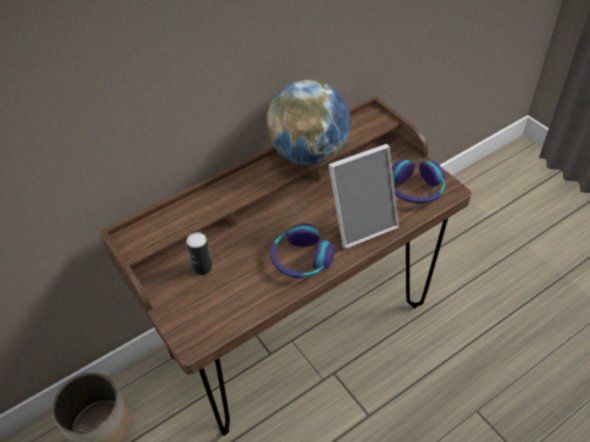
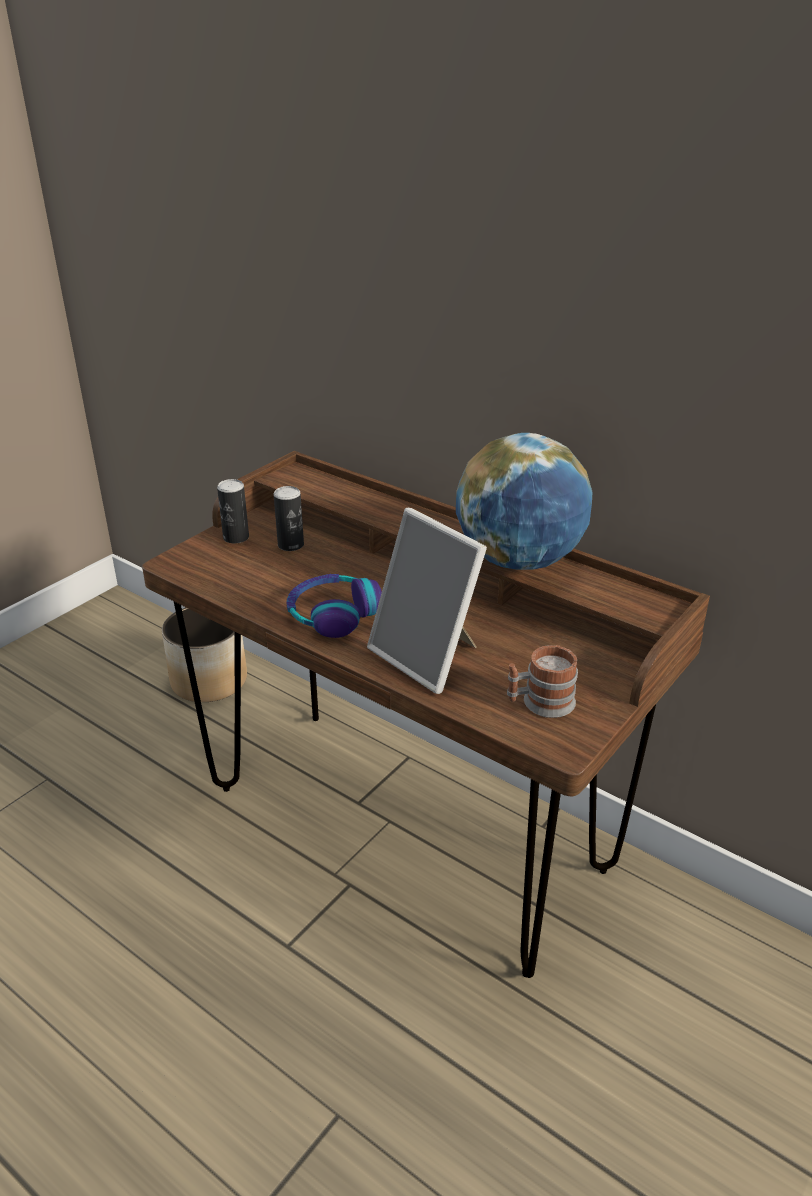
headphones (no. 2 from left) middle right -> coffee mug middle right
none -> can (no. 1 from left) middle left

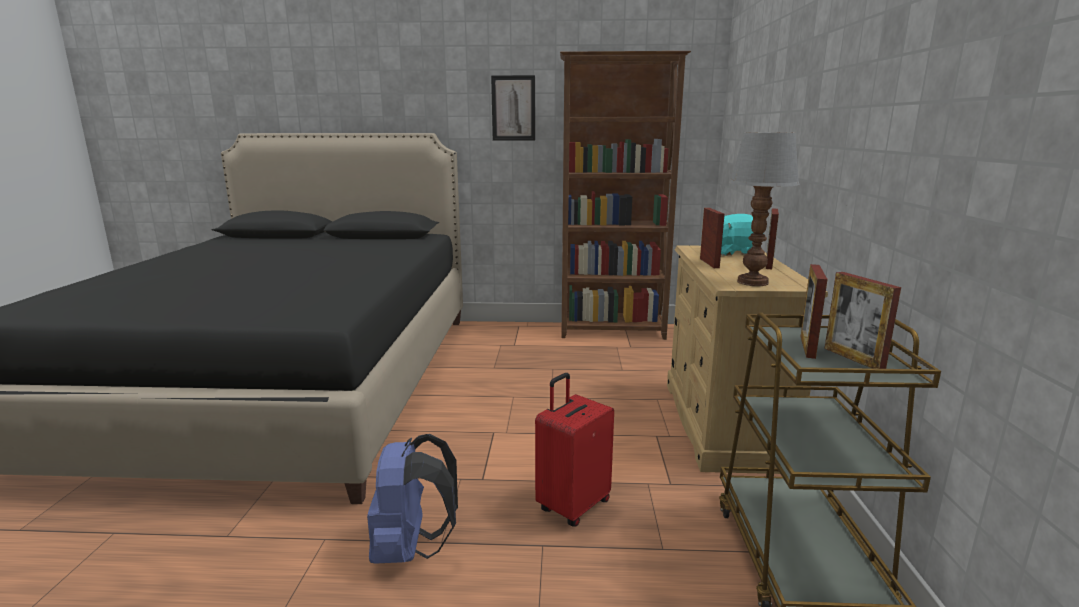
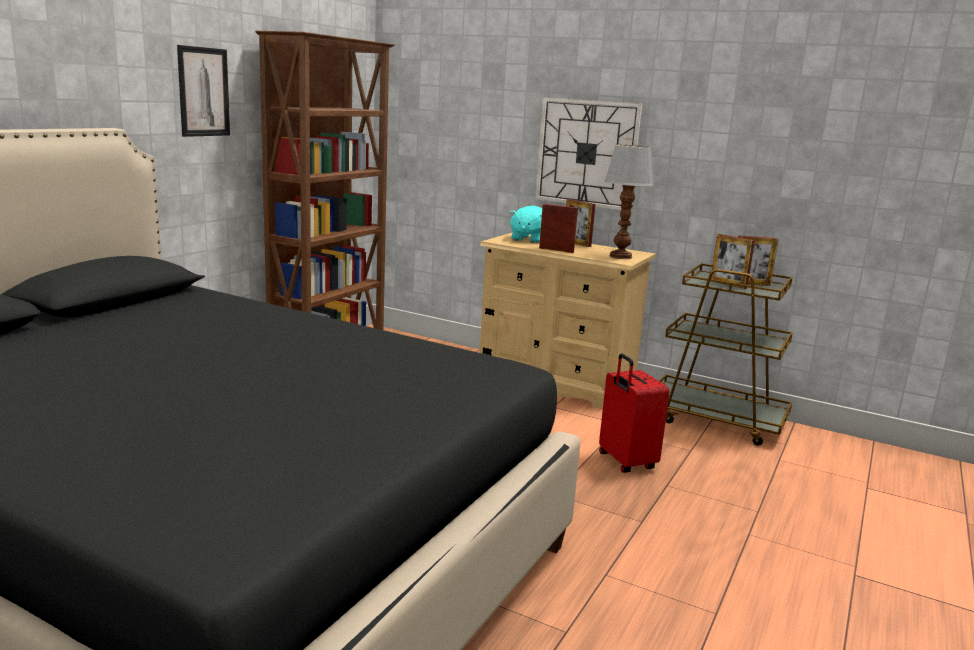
bluish knapsack bottom centre -> none
none -> hanging clock top centre

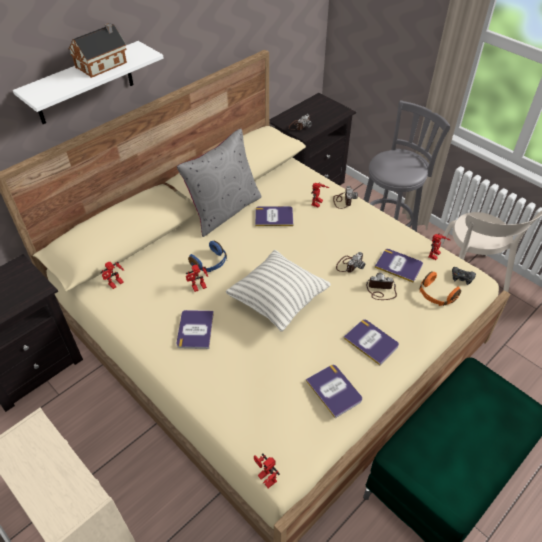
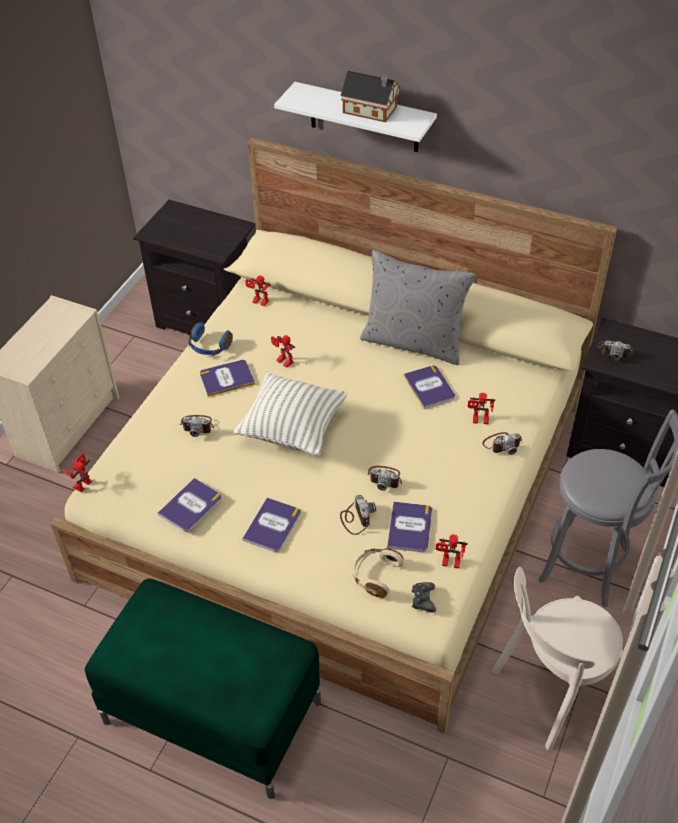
bluish headphones centre -> bluish headphones middle left, relocated
orange headphones middle right -> beige-coloured headphones bottom centre
none -> still camera (no. 1 from left) middle left

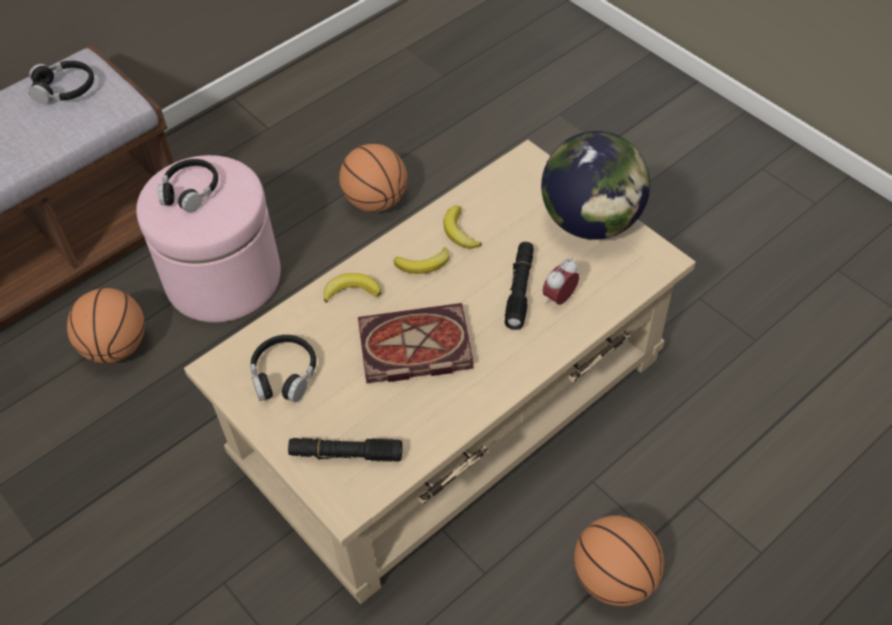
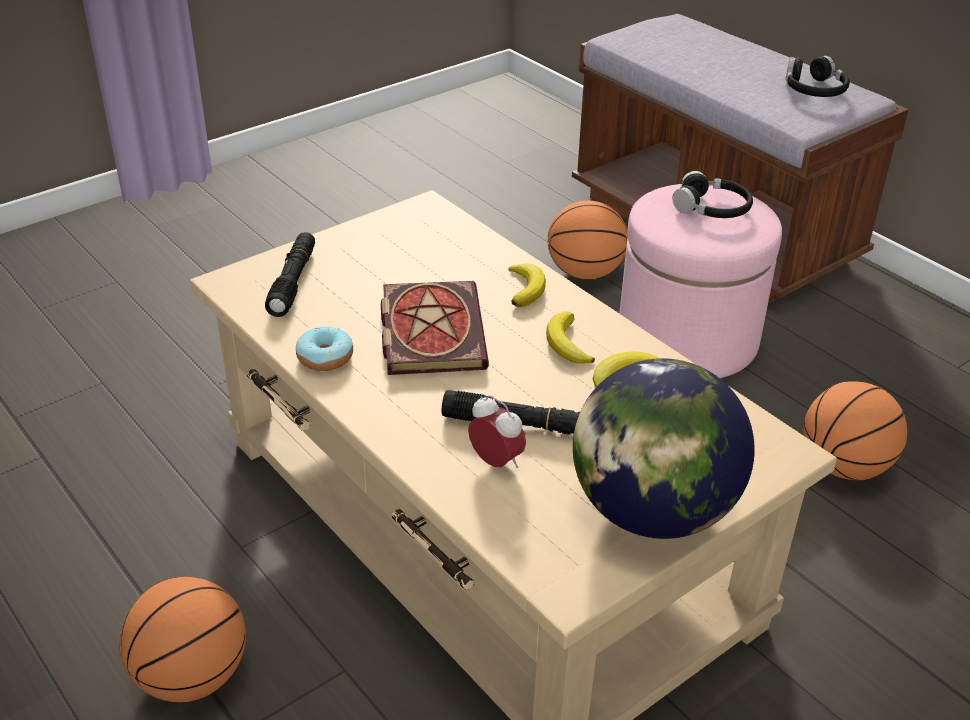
blackish headphones (no. 3 from left) middle left -> none
none -> donut centre

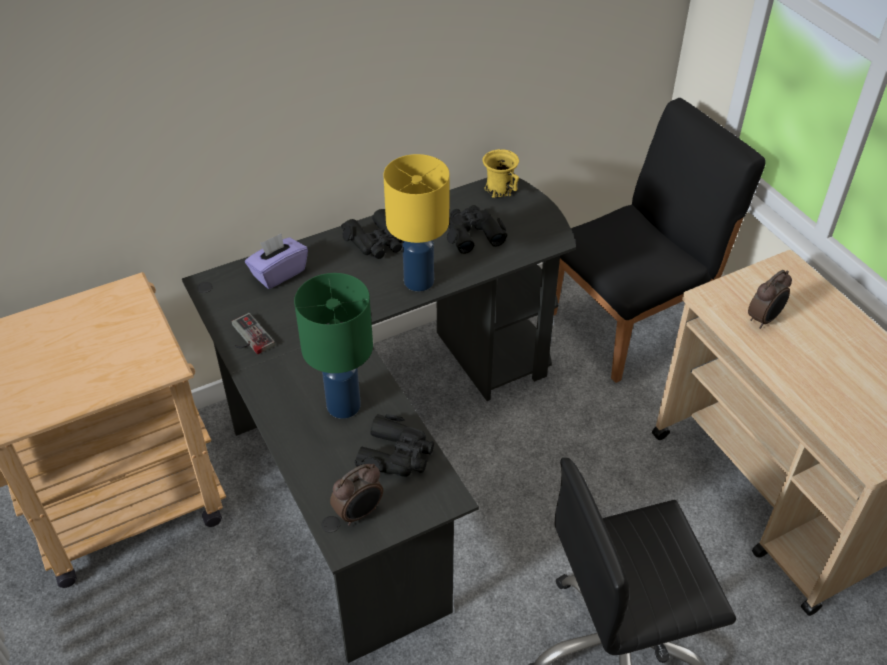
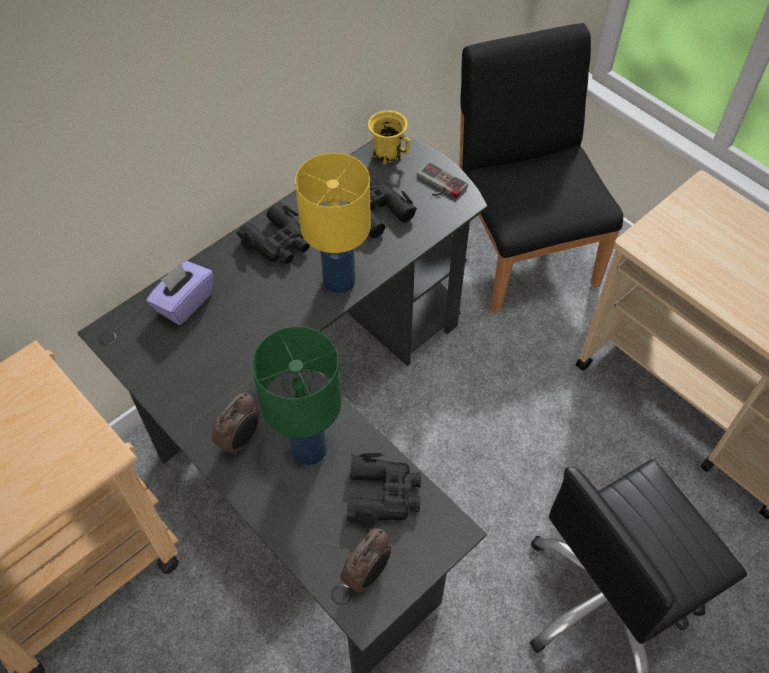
blackish chair middle right -> blackish chair top right, 60 degrees counterclockwise
table clock (no. 2 from left in the first image) middle right -> table clock (no. 1 from left) middle left, relocated
game controller middle left -> game controller top centre, relocated

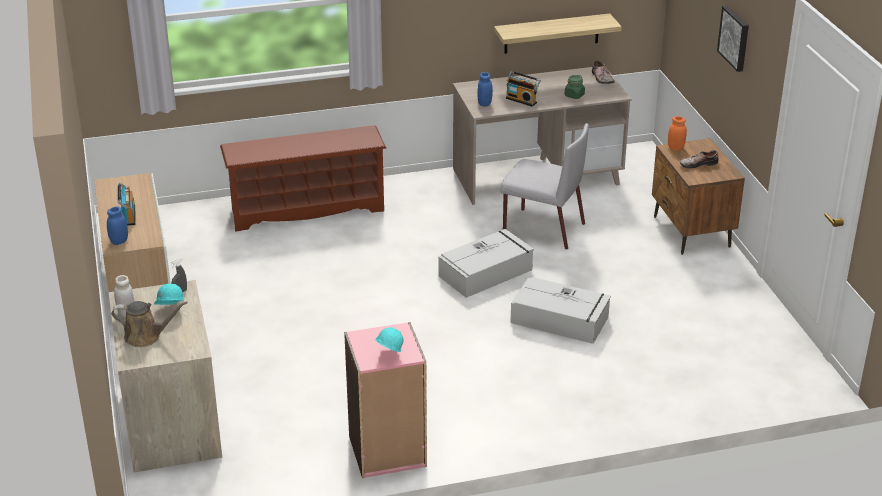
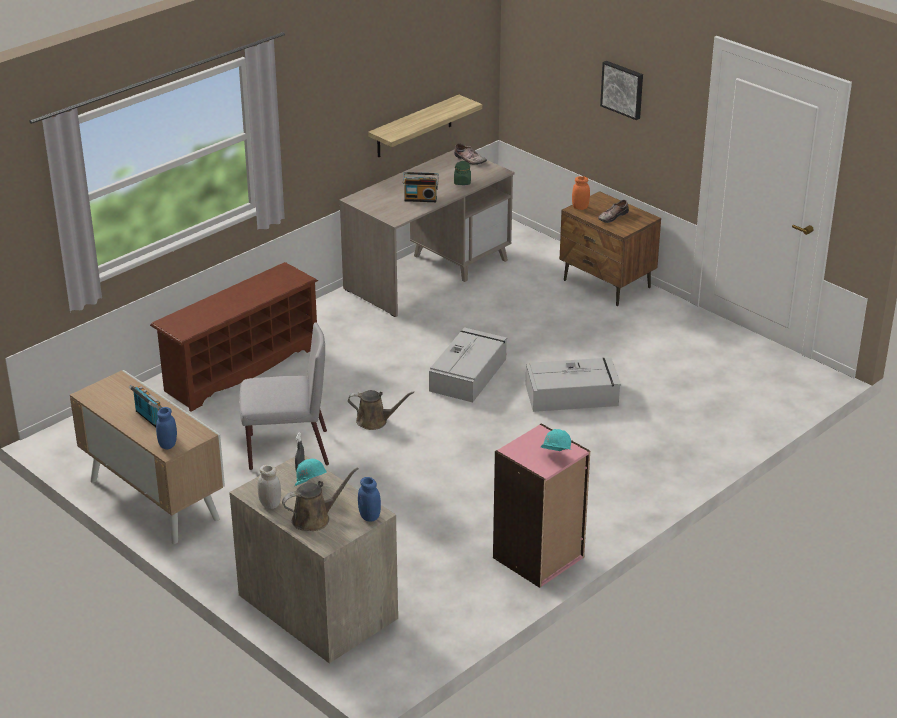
bluish storage jar (no. 2 from left) top centre -> bluish storage jar (no. 2 from left) bottom centre, relocated
grey chair centre -> grey chair middle left, relocated
none -> brown-coloured watering pot (no. 2 from left) centre

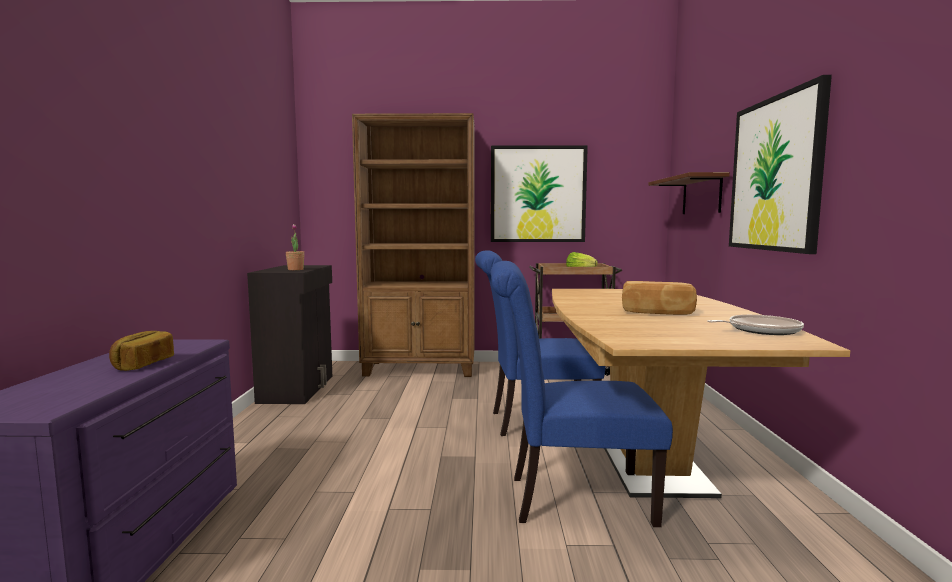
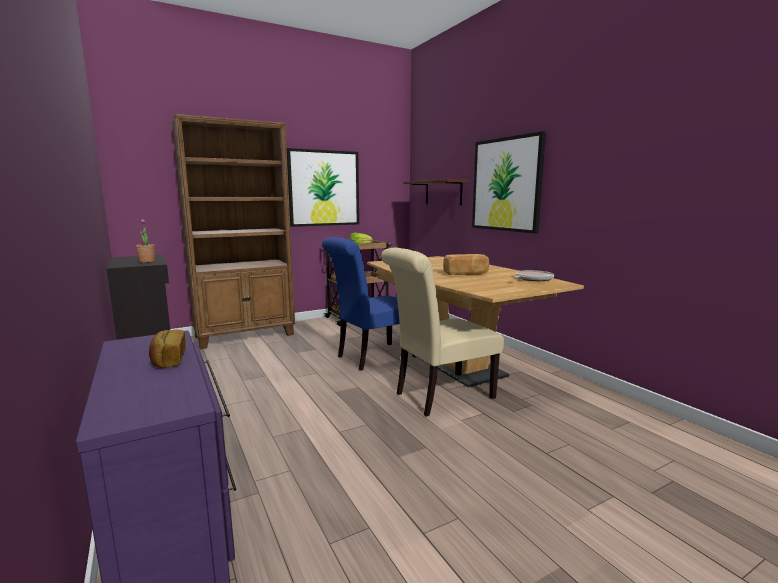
bluish chair (no. 2 from left) bottom centre -> beige-coloured chair centre

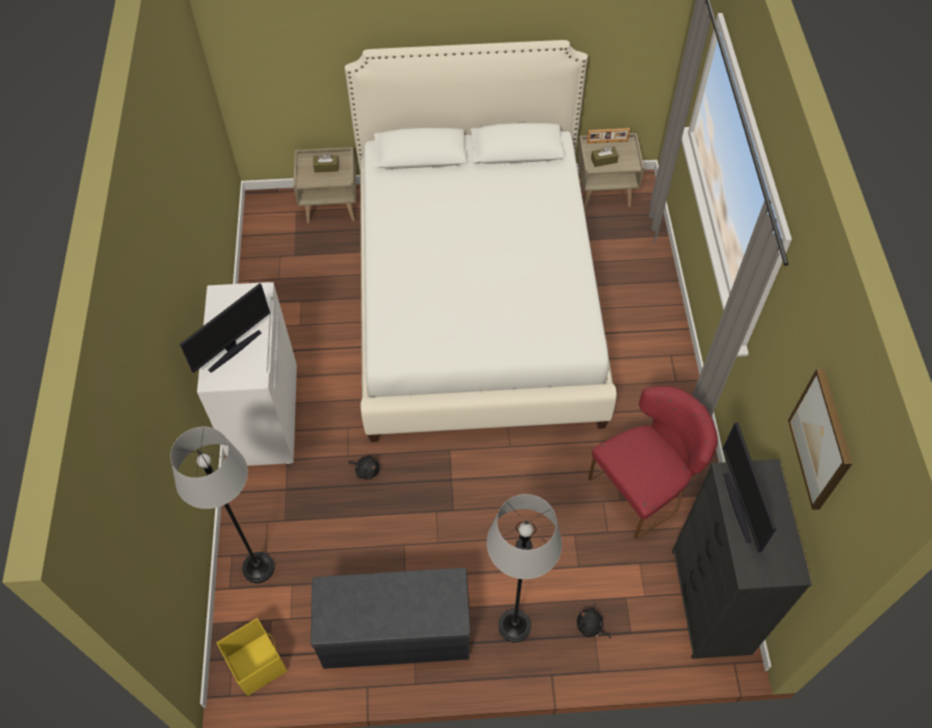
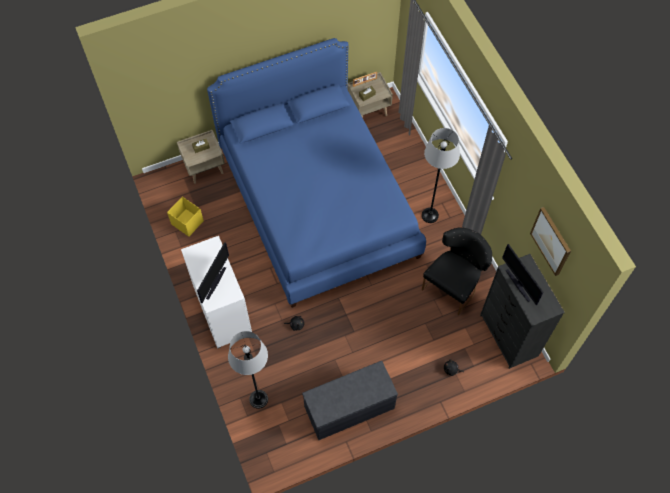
white bedroom bed top centre -> bluish bedroom bed centre
reddish chair middle right -> blackish chair middle right
grey floor lamp (no. 2 from left) bottom centre -> grey floor lamp (no. 2 from left) centre, relocated
yellowish storage bin bottom left -> yellowish storage bin middle left, relocated

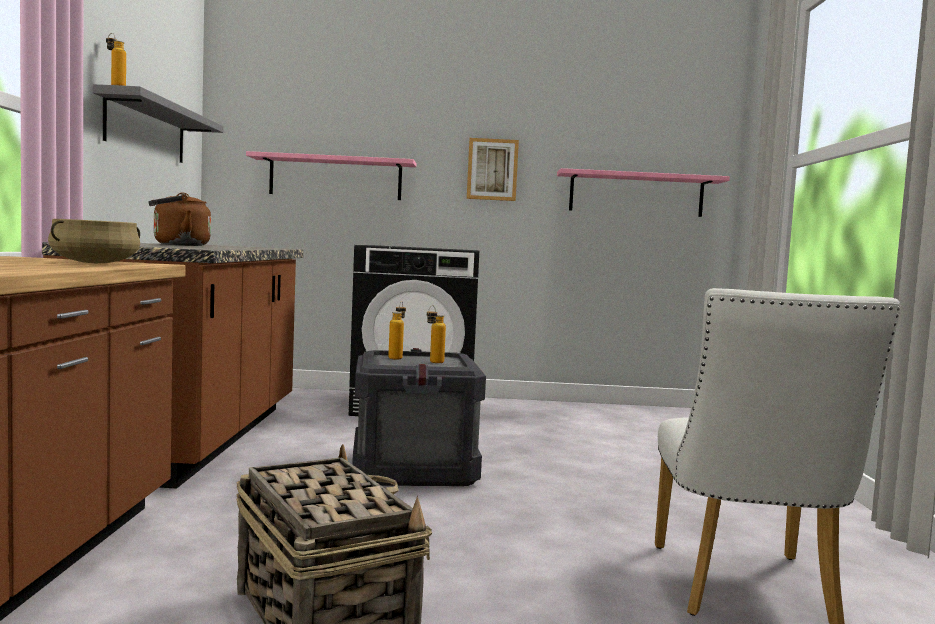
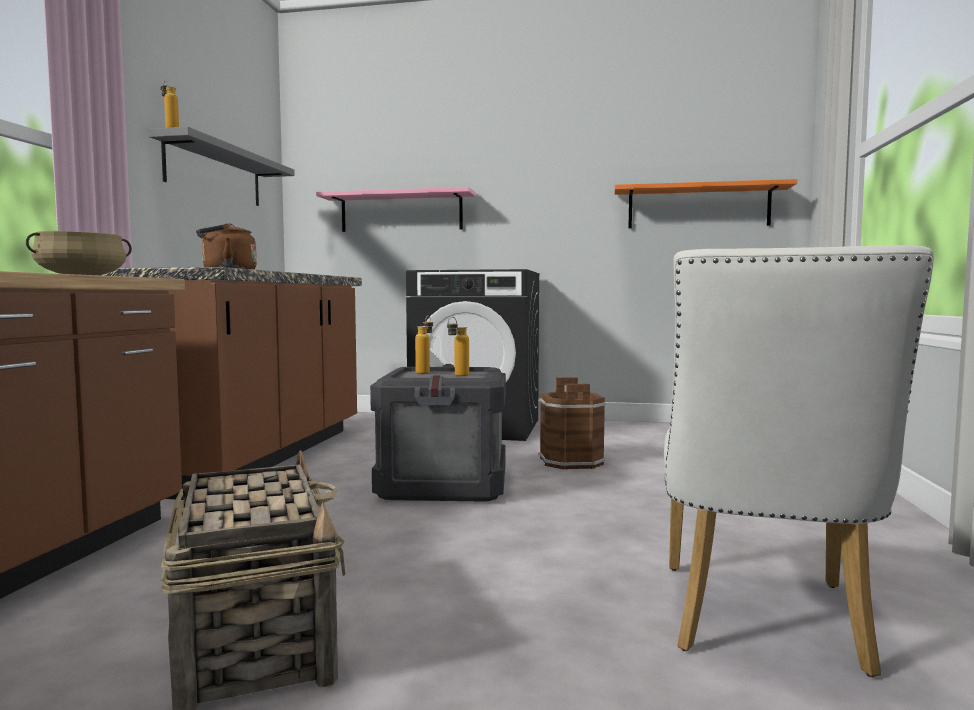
wall picture top centre -> none
pinkish bracket shelf (no. 2 from left) top right -> orange bracket shelf top right
none -> brown-coloured water bucket centre

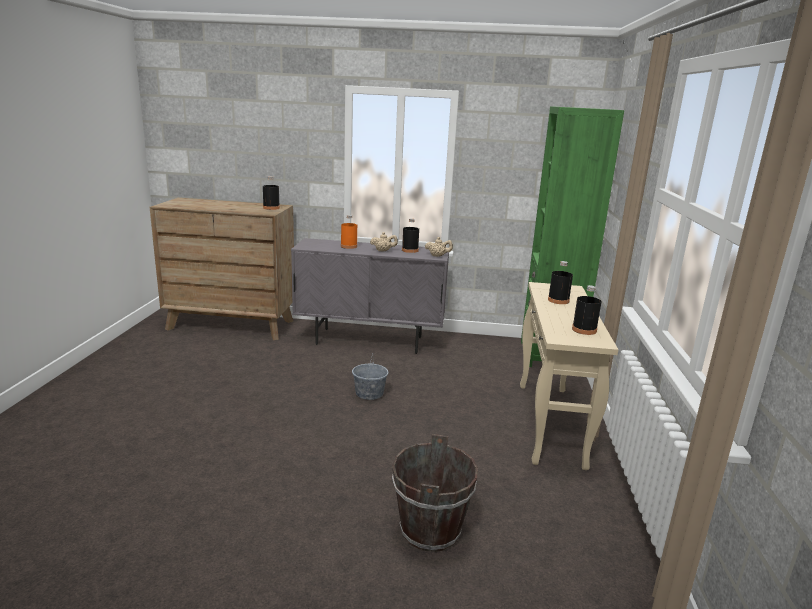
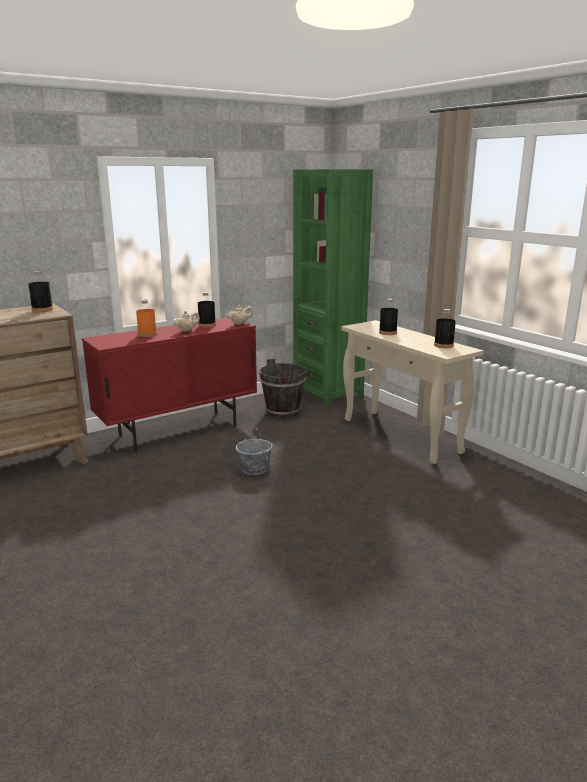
grey cupboard centre -> reddish cupboard middle left
brown-coloured water bucket bottom centre -> brown-coloured water bucket centre, relocated

